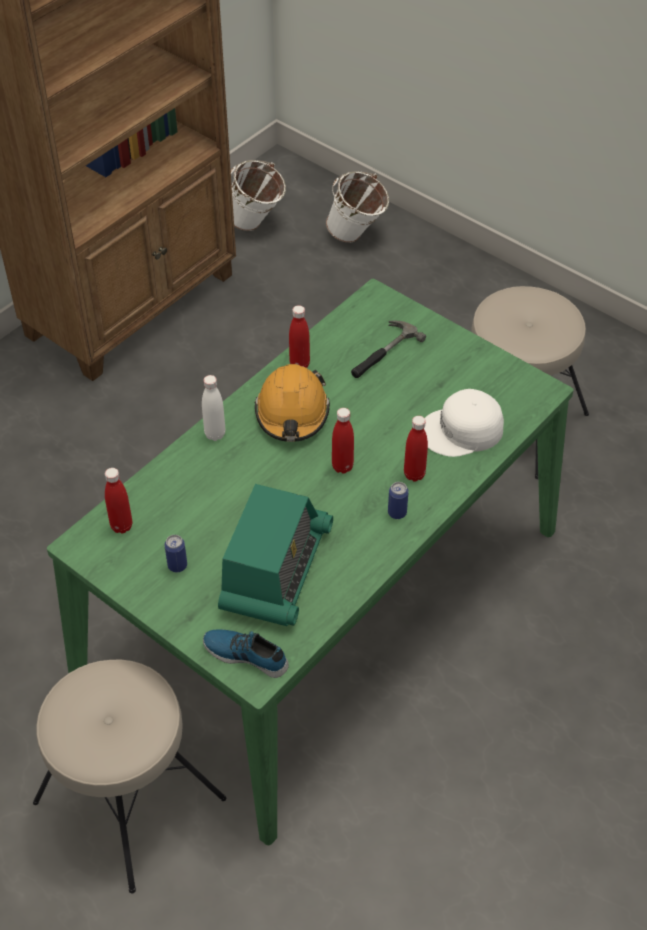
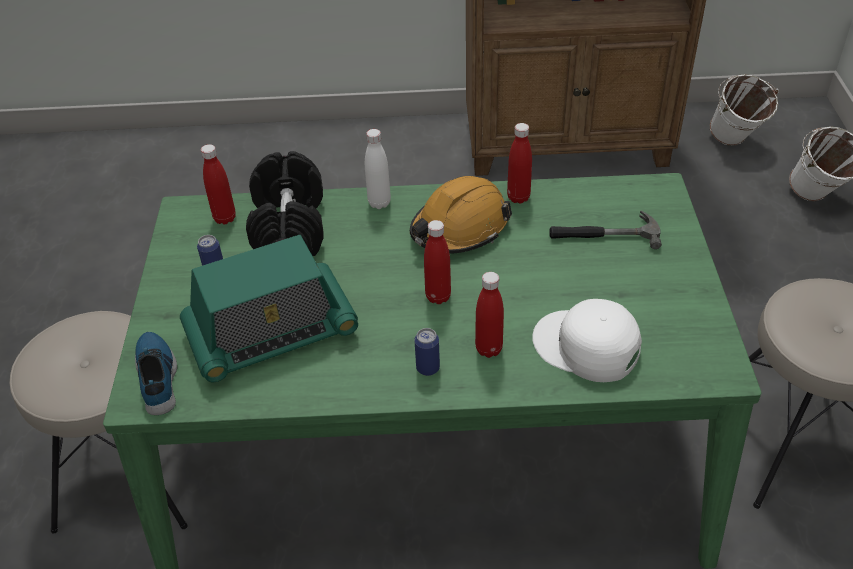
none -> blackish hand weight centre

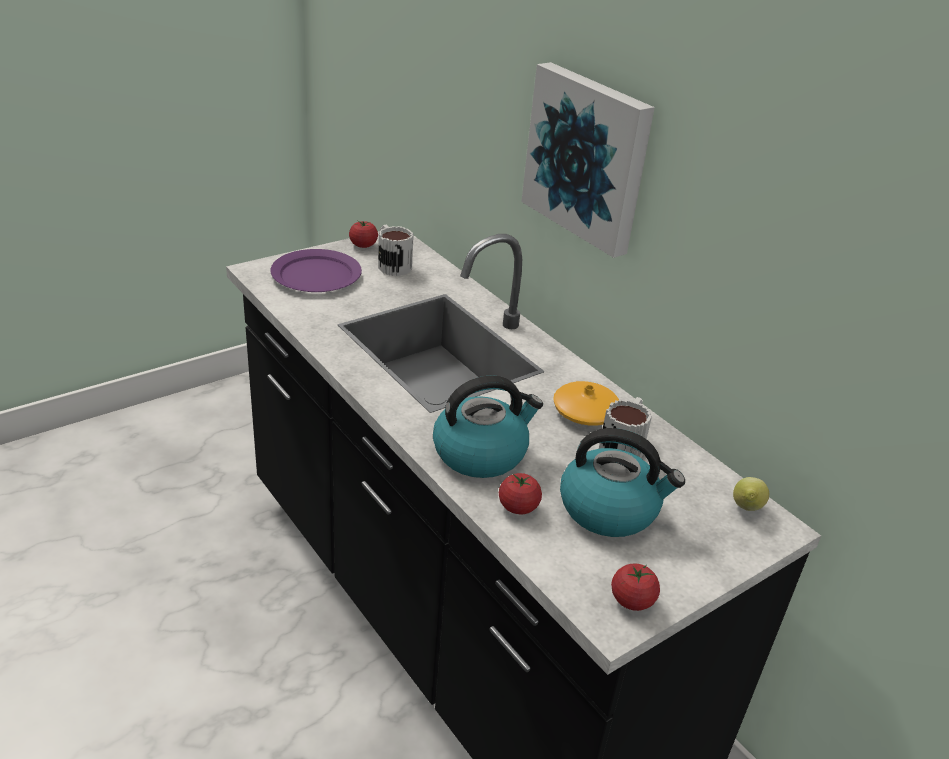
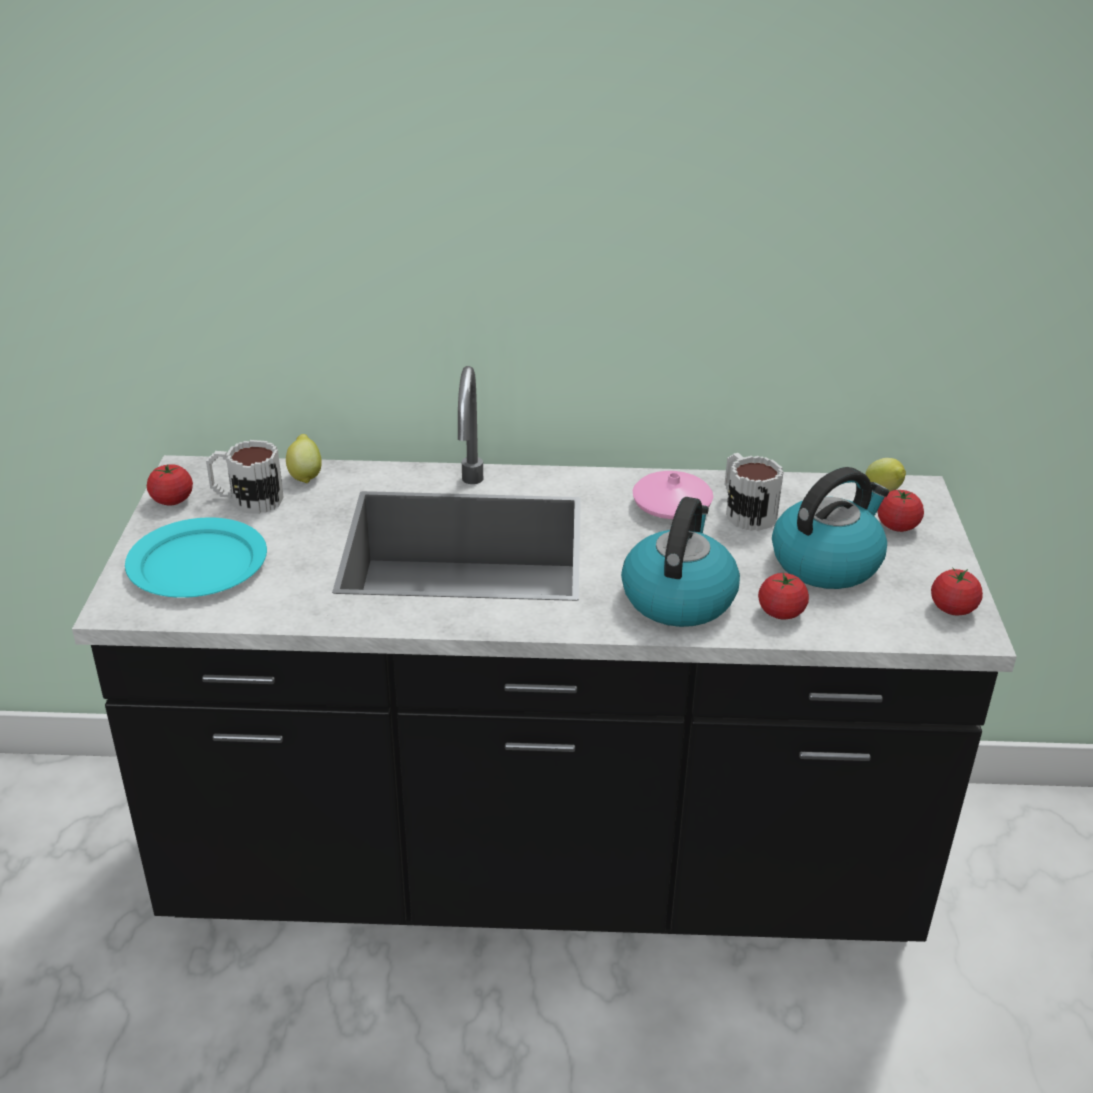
wall picture top centre -> none
purple-coloured plate middle left -> blue-green plate middle left
orange decorative vase centre -> pinkish decorative vase centre
none -> lemon (no. 1 from left) middle left
none -> tomato (no. 3 from left) middle right

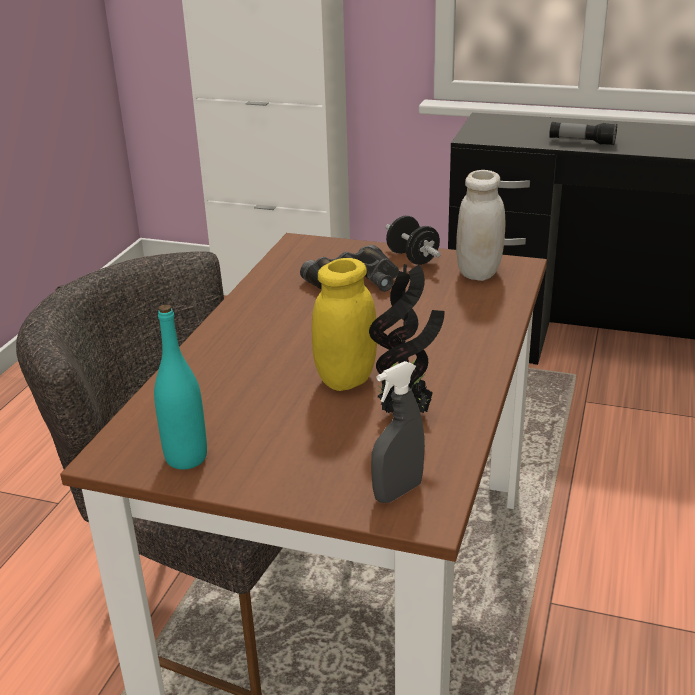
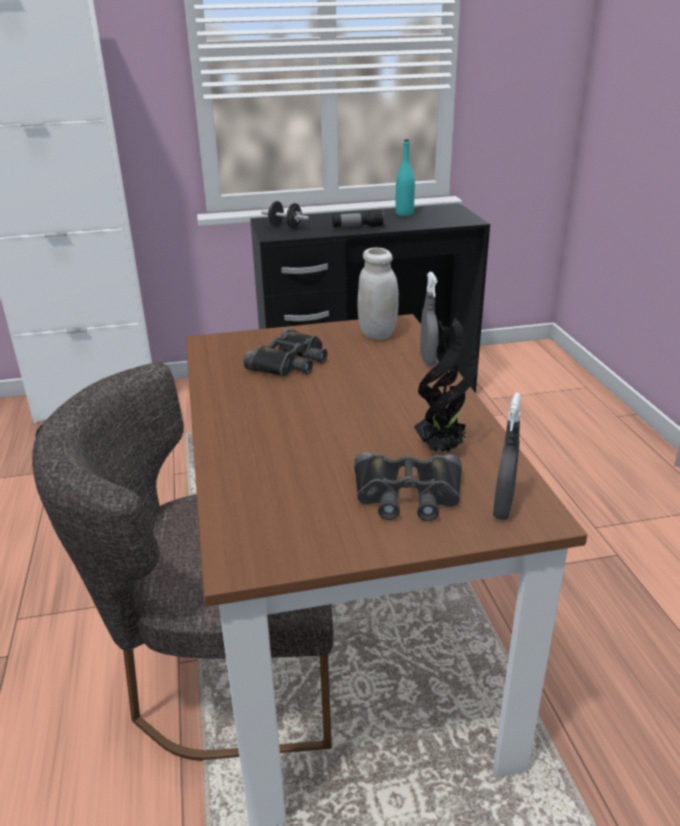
blackish hand weight centre -> blackish hand weight top centre, relocated
yellowish storage jar centre -> none
blue-green beverage bottle middle left -> blue-green beverage bottle top centre, relocated
none -> grey sprayer (no. 1 from left) centre
none -> blackish field glasses (no. 2 from left) centre

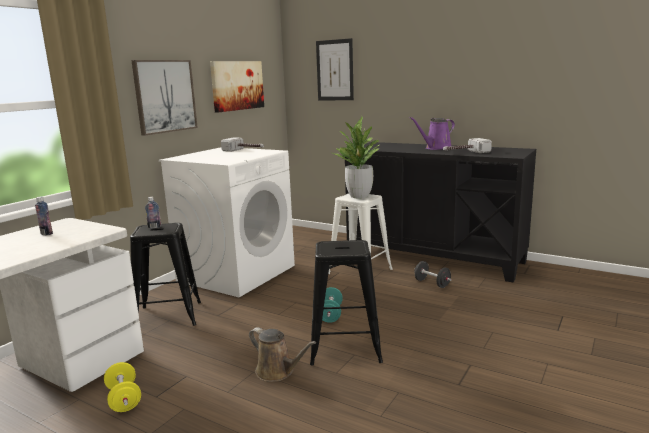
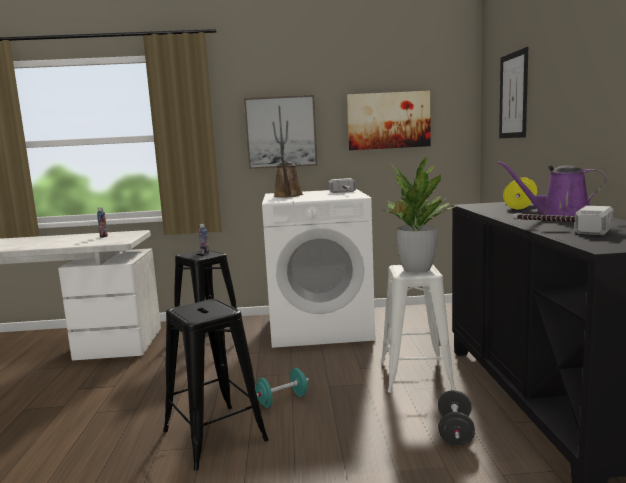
brown-coloured watering pot bottom centre -> brown-coloured watering pot centre, relocated
yellowish hand weight bottom left -> yellowish hand weight middle right, relocated

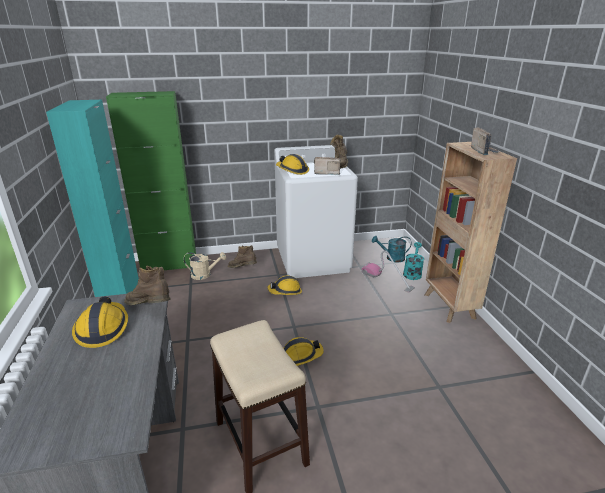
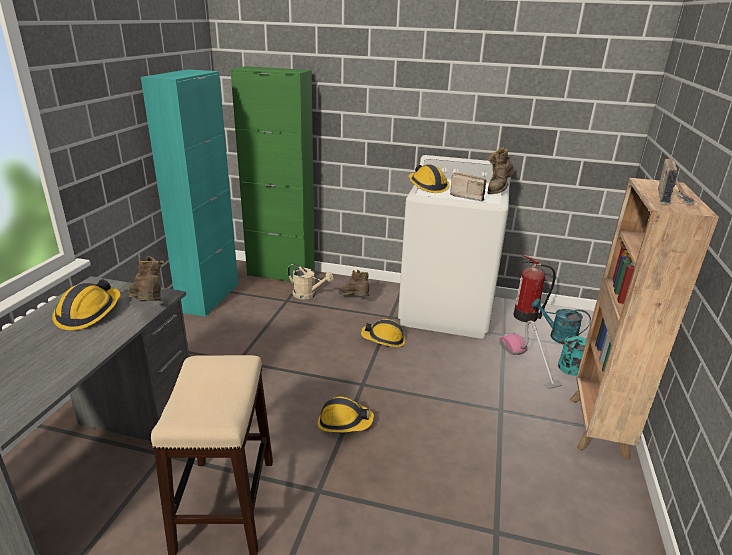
none -> fire-fighting cylinder middle right

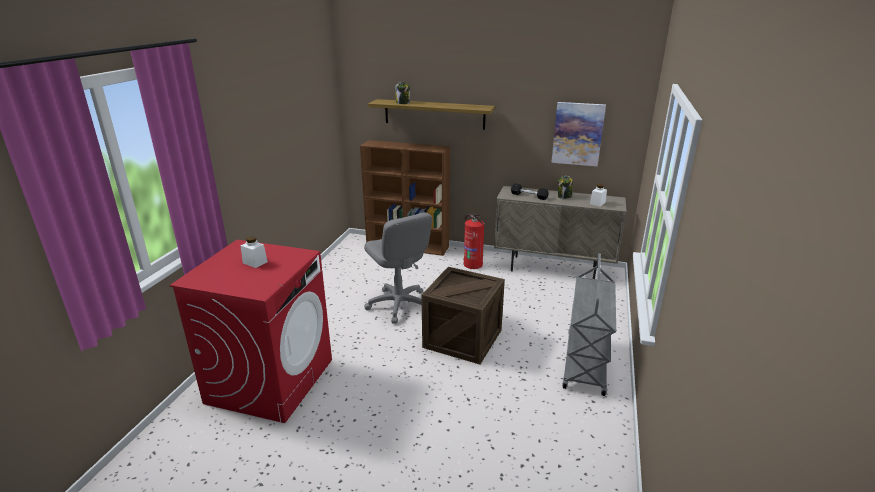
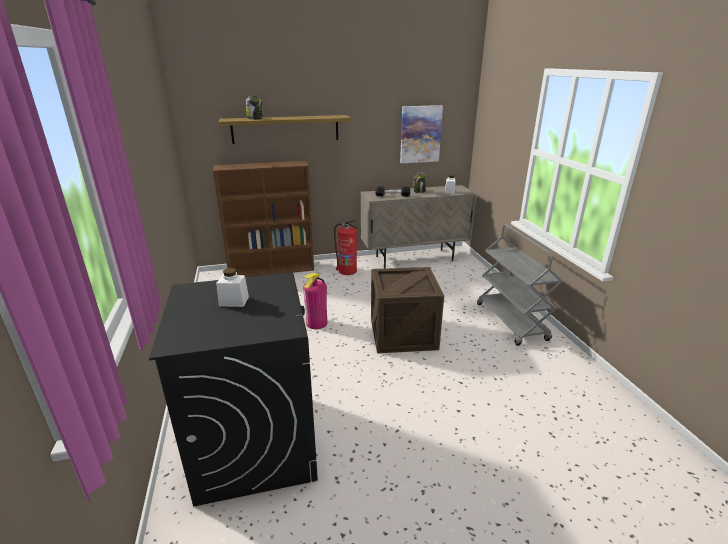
grey desk chair centre -> fire-fighting cylinder (no. 1 from left) centre
reddish laundry appliance bottom left -> blackish laundry appliance bottom left

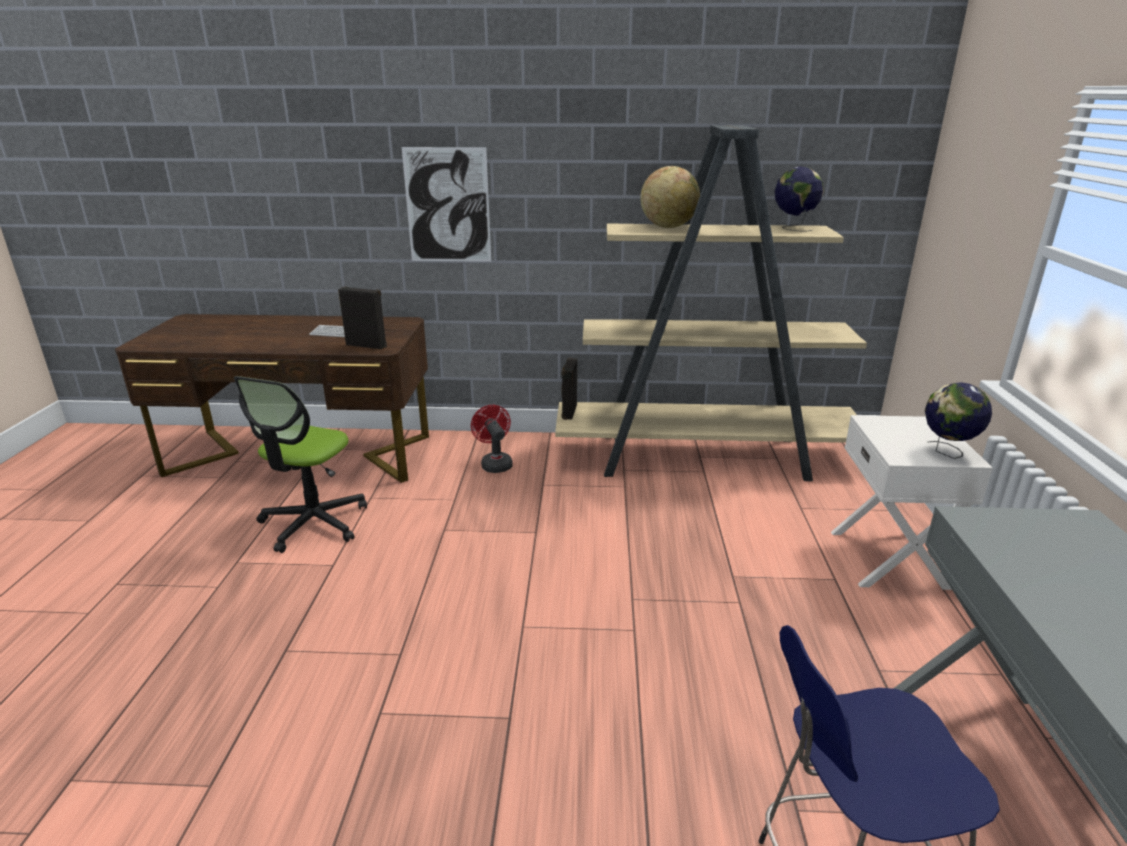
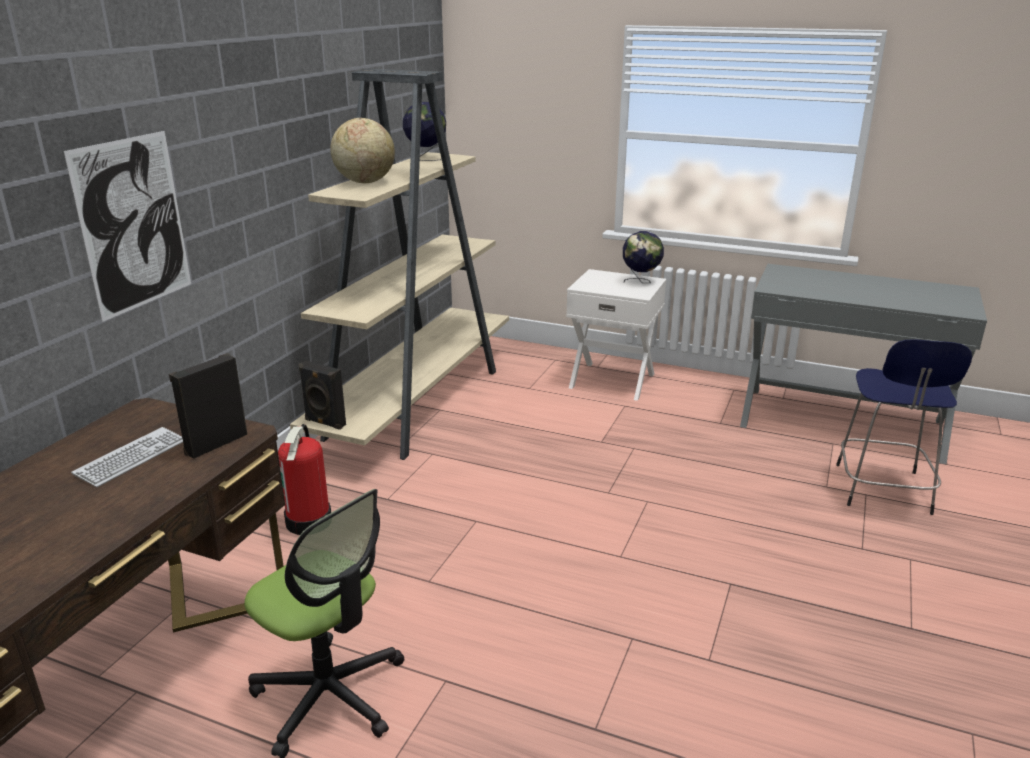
reddish cooling fan centre -> fire-fighting cylinder middle left

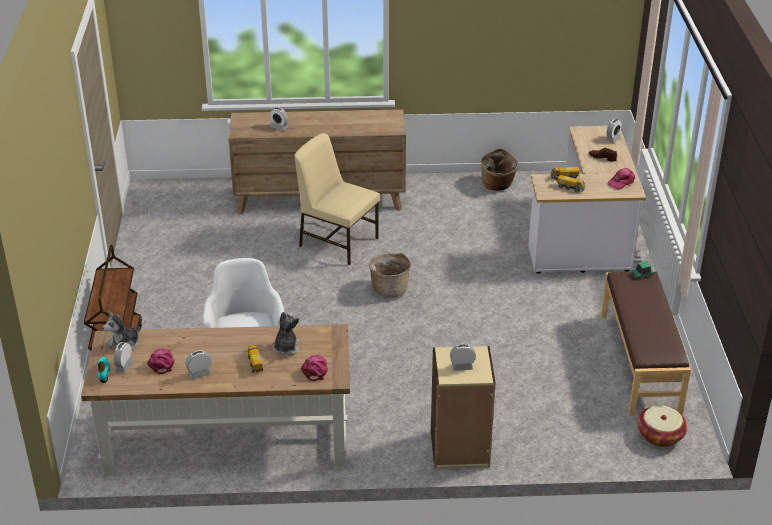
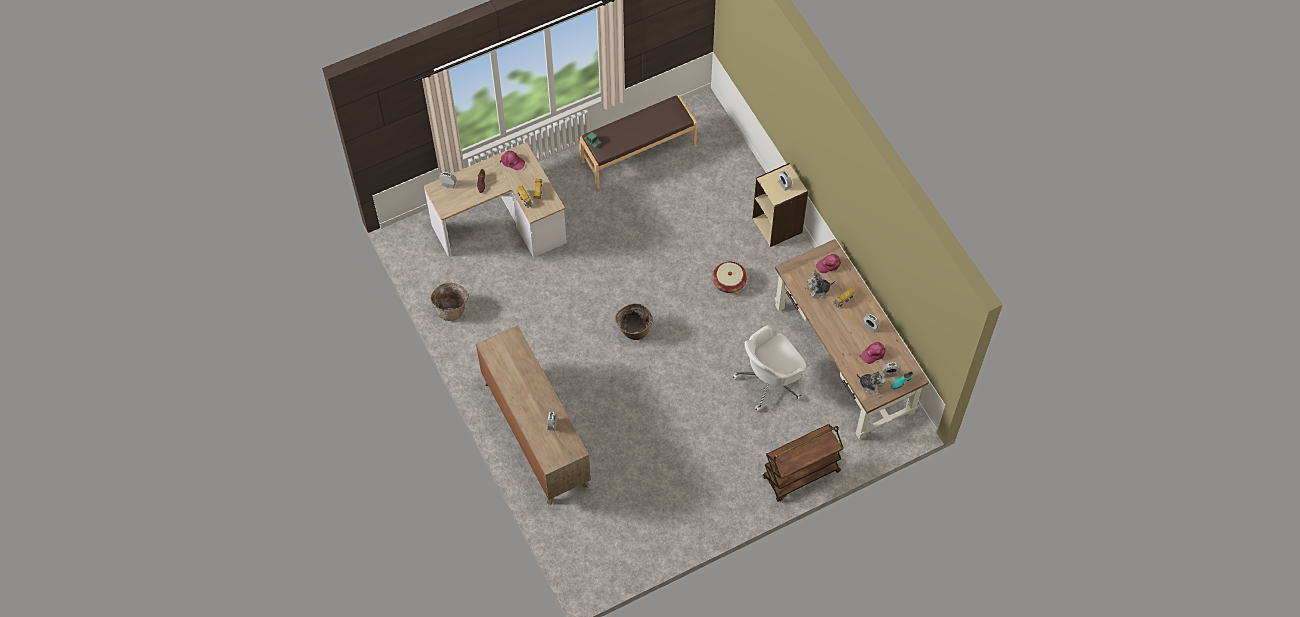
beige-coloured chair centre -> none
basket (no. 3 from left) bottom right -> basket (no. 3 from left) centre, relocated

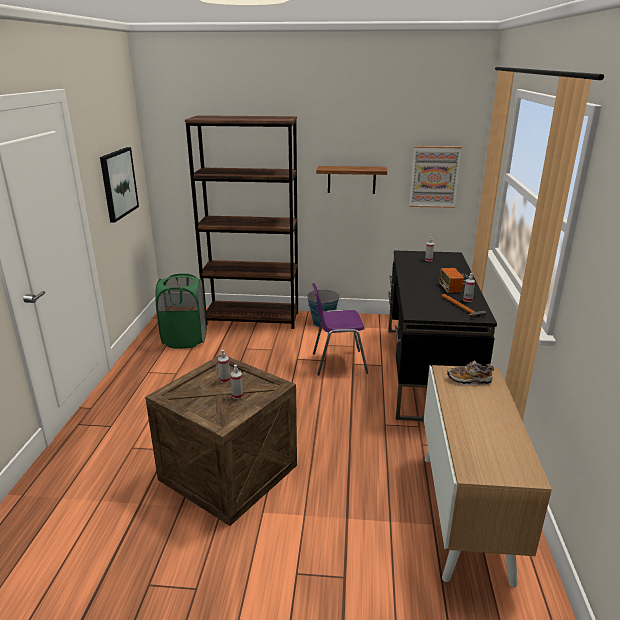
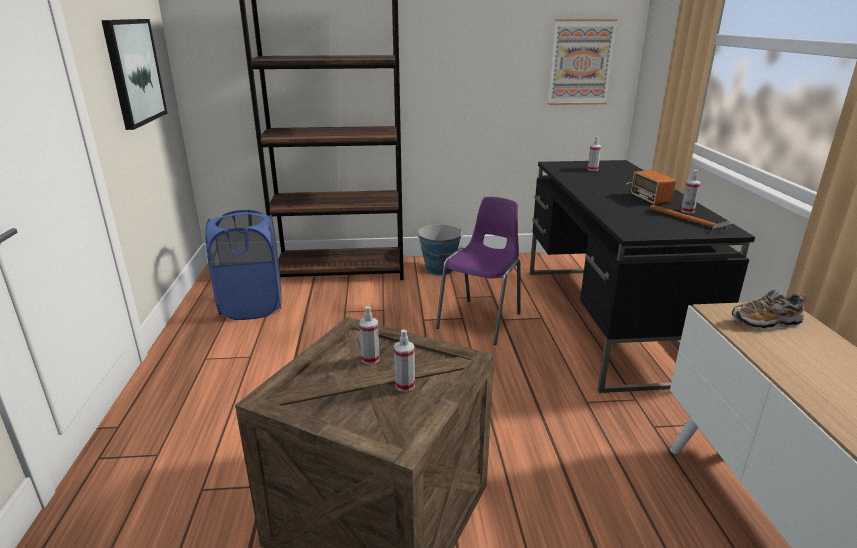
bracket shelf top centre -> none
greenish laundry basket middle left -> bluish laundry basket middle left
purple-coloured chair centre, 135 degrees clockwise

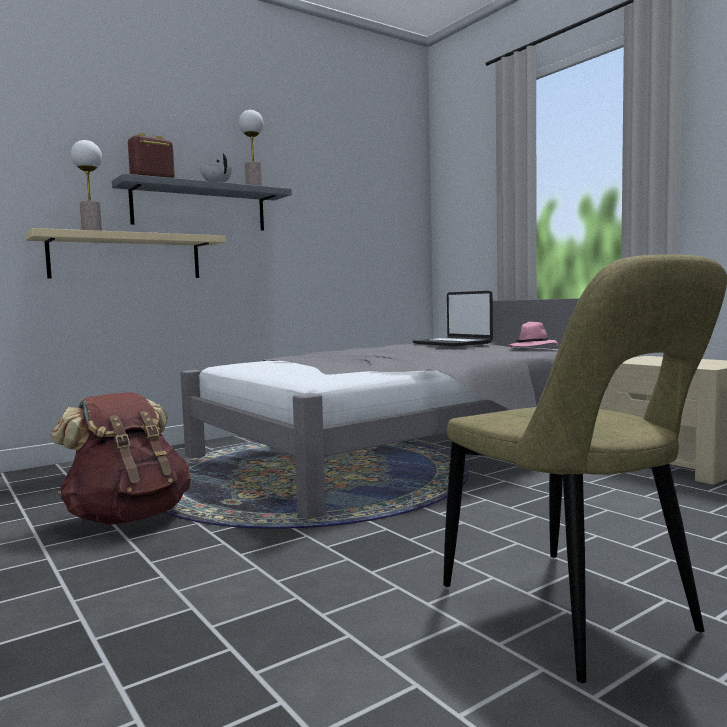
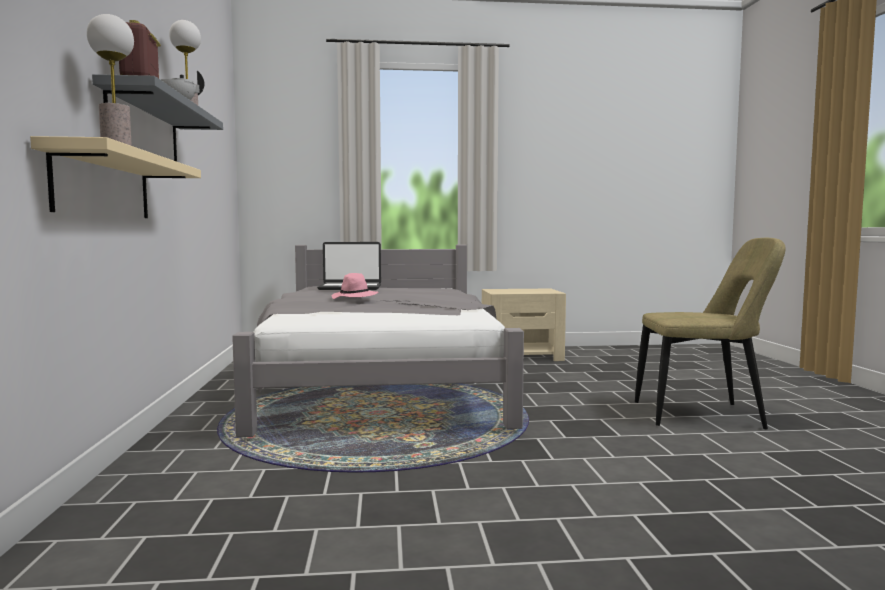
pinkish clothing hat middle right -> pinkish clothing hat centre, relocated
brown-coloured knapsack middle left -> none

